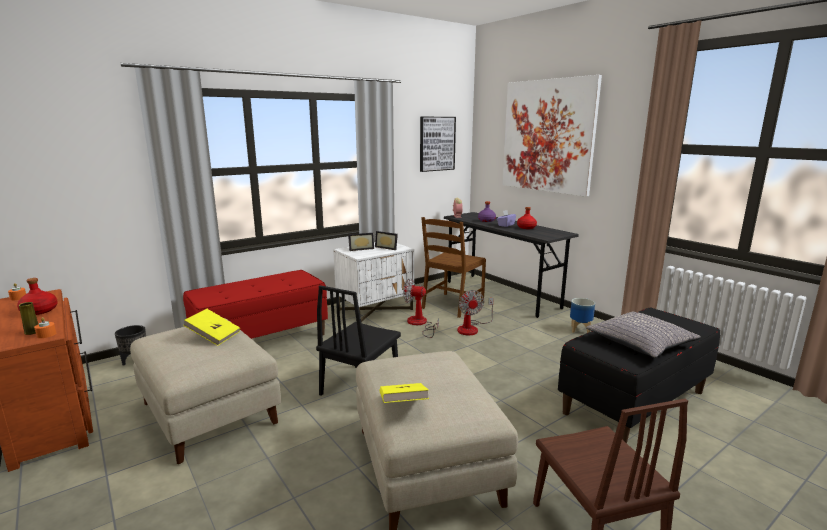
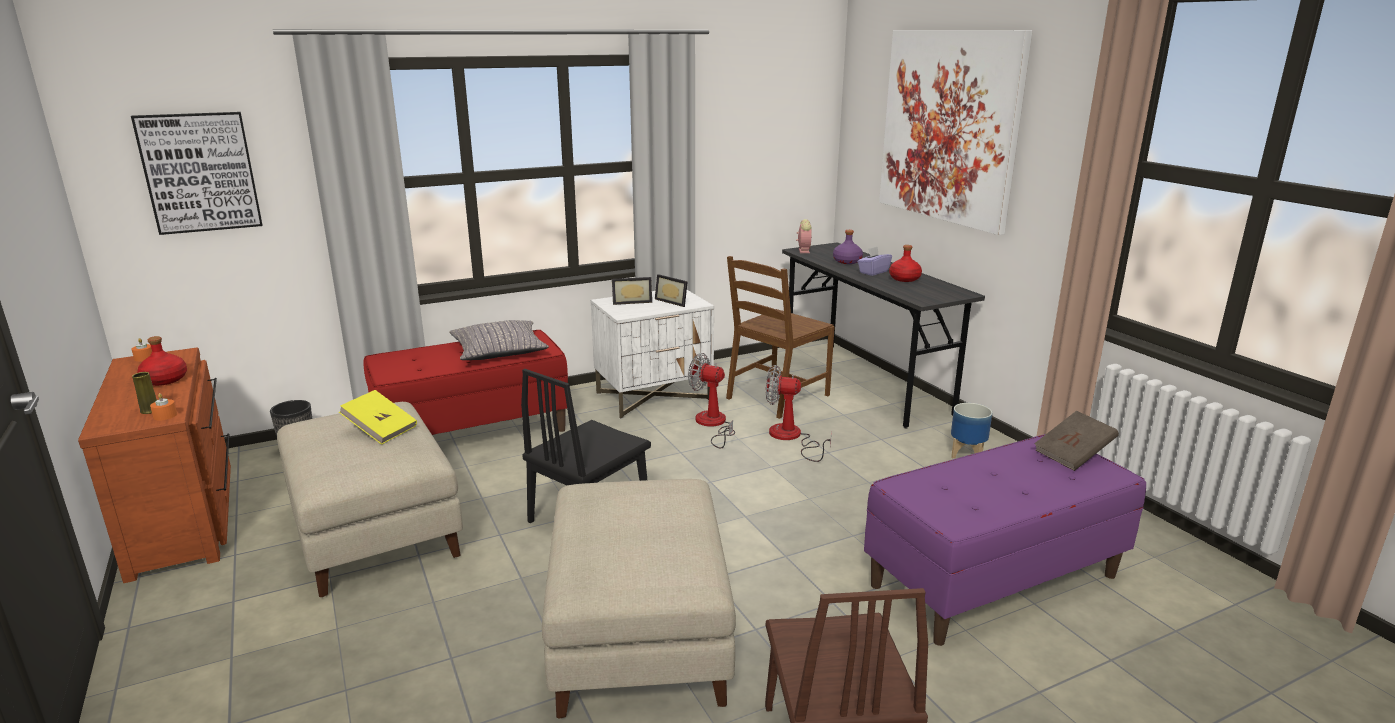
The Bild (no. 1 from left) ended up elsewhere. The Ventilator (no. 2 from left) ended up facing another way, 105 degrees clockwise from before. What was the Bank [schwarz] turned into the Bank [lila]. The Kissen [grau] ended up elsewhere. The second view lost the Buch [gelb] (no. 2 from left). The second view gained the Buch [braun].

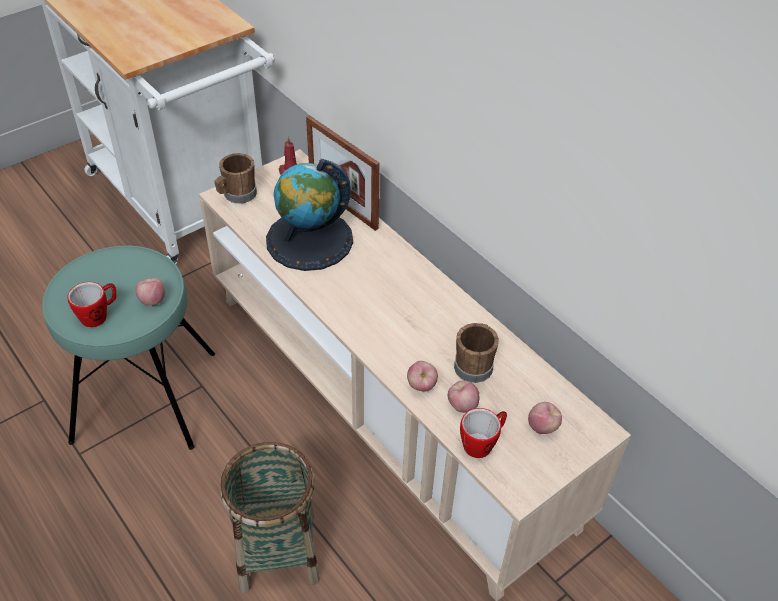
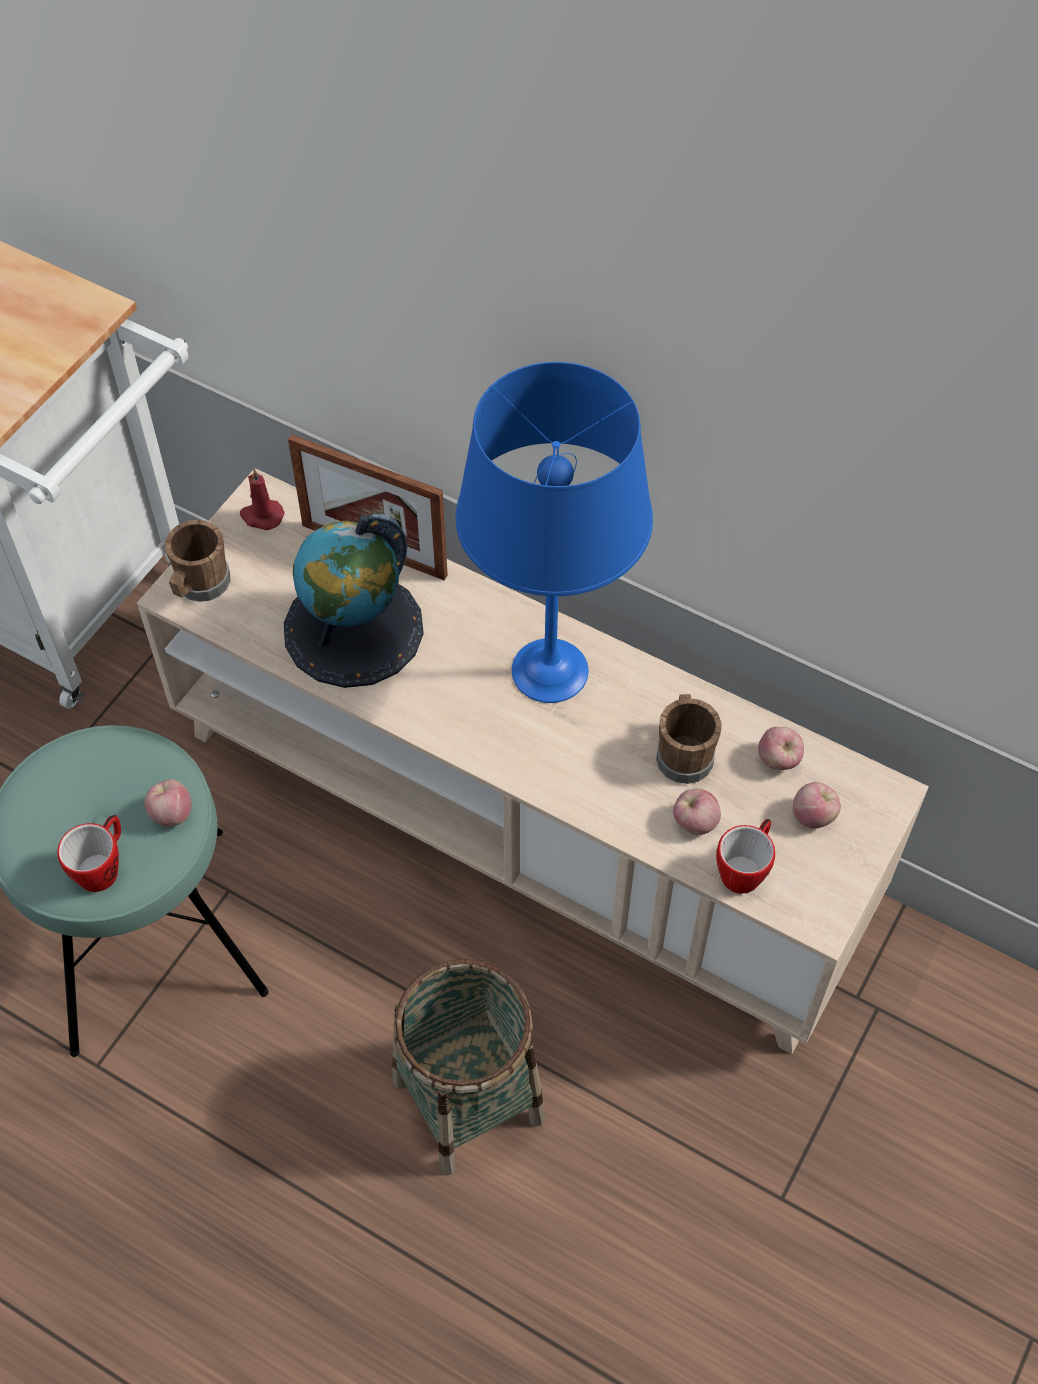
The Apfel (no. 2 from left in the first image) ended up elsewhere. The second view gained the Tischlampe [blau].

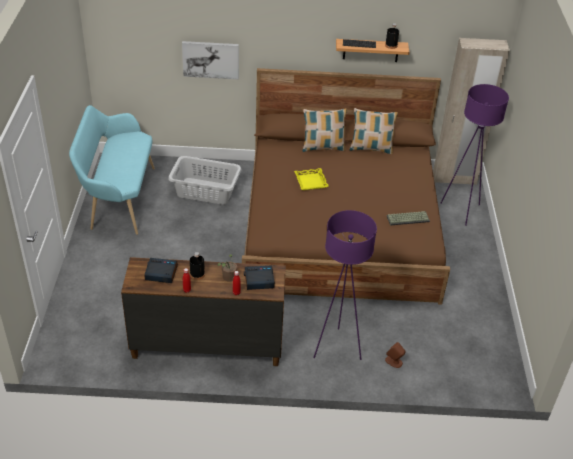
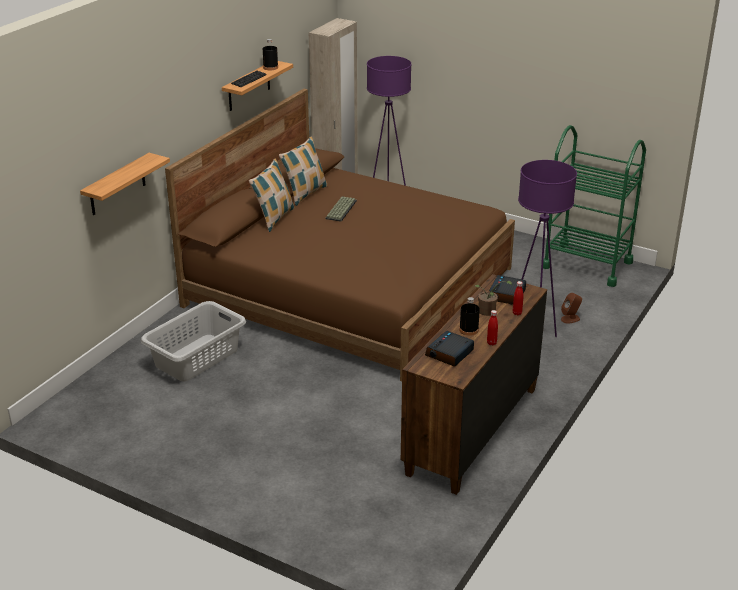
Where the Bild hung, the Wandregal (no. 1 from left) came to hang. The second view lost the Bank [türkis]. The second view lost the Tablett [gelb]. The Tastatur (no. 2 from left) ended up elsewhere. The second view gained the Rollwagen [grün].

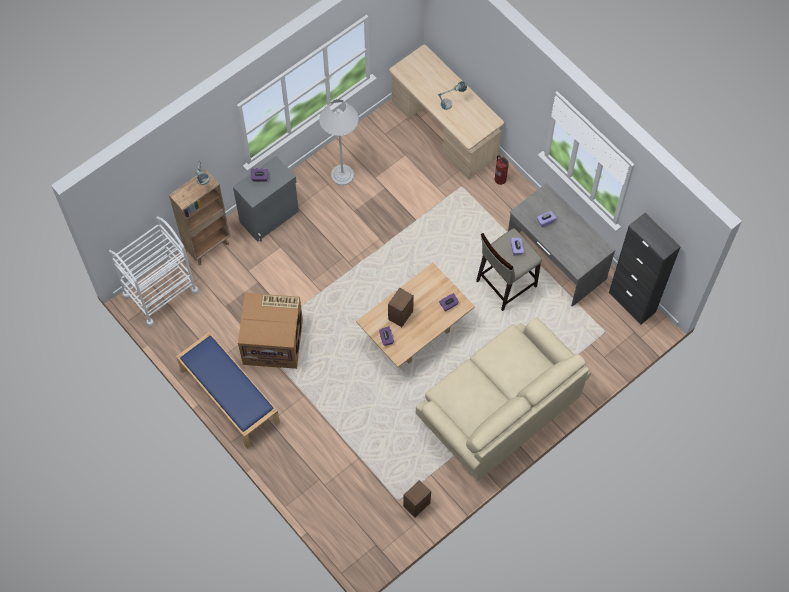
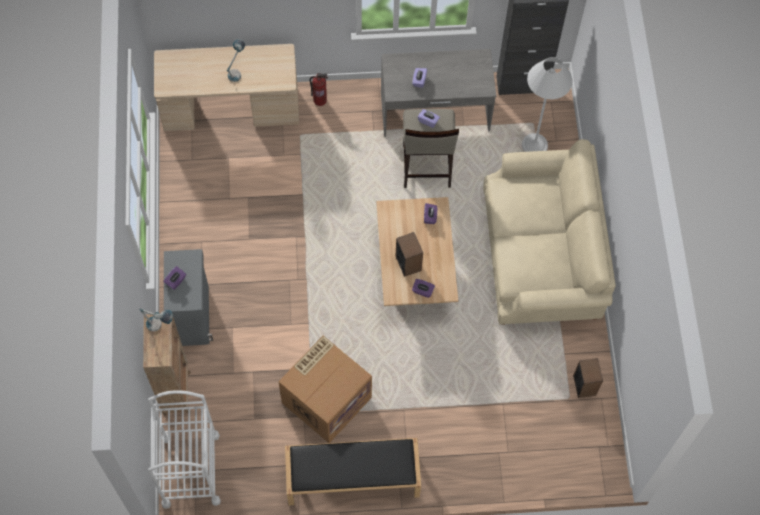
The Stehlampe [weiß] ended up elsewhere. What was the Bank [blau] turned into the Bank [schwarz].

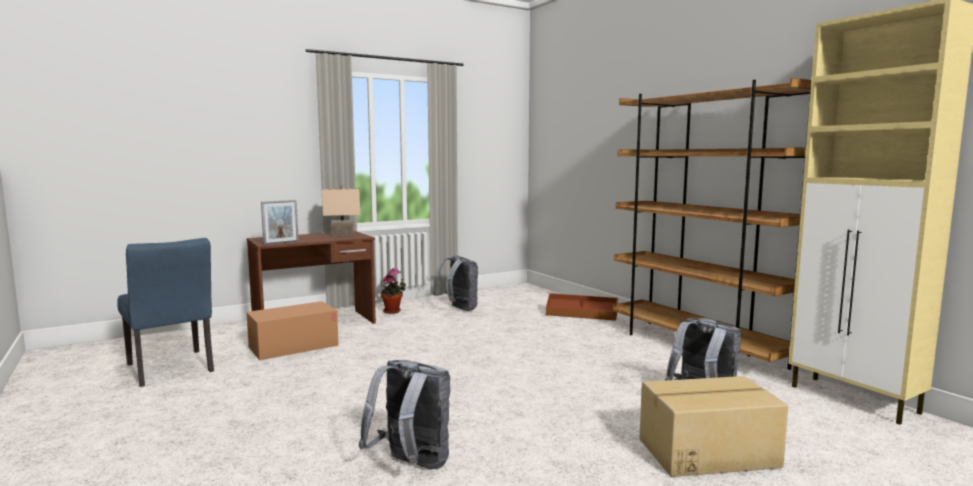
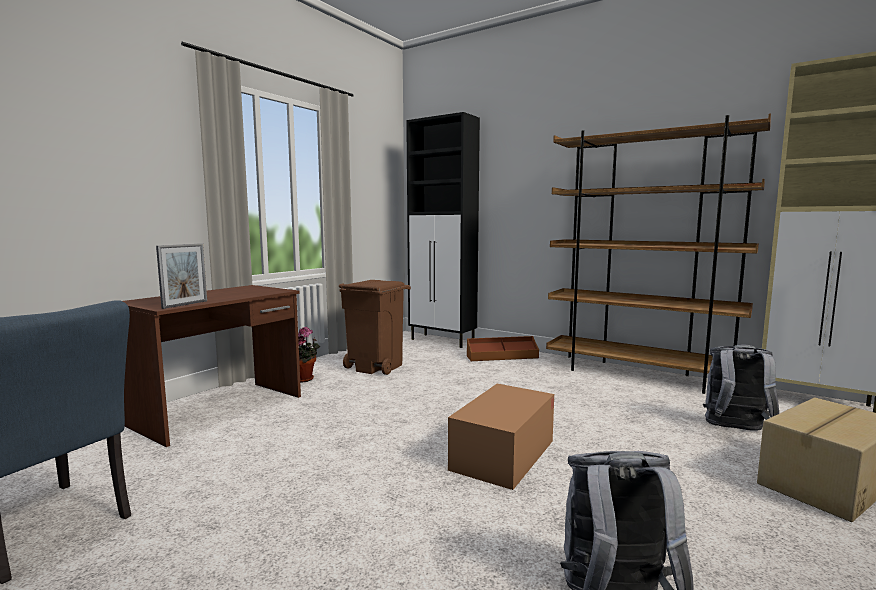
The second view lost the Tischlampe [beige]. Where the Rucksack [grau] (no. 2 from left) stood, the Mülleimer [braun] came to stand. The Karton (no. 1 from left) ended up elsewhere. The second view gained the Schrank [schwarz].

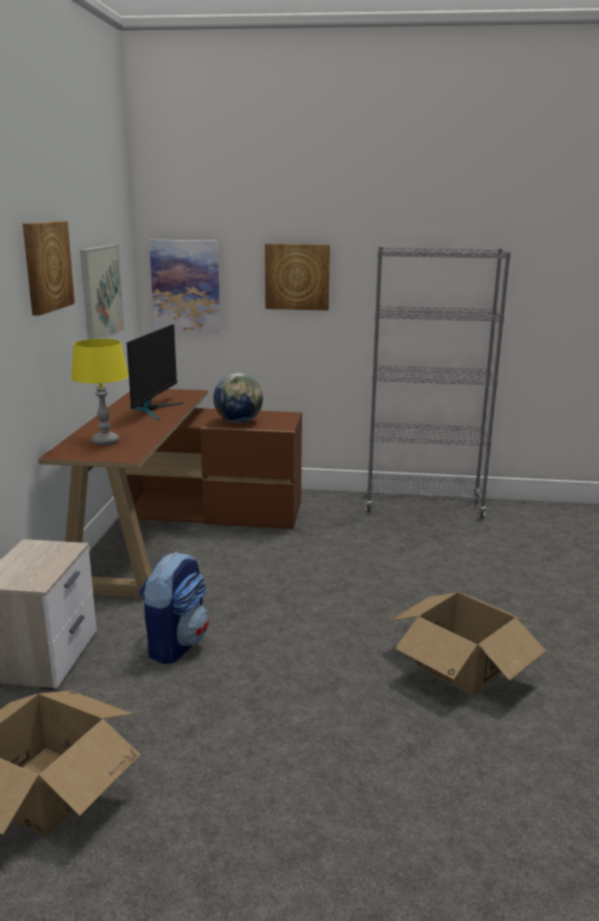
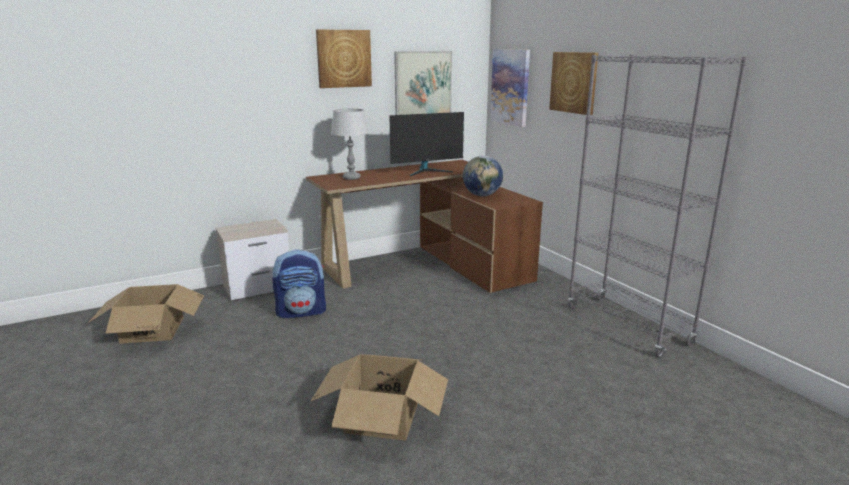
What was the Tischlampe [gelb] turned into the Tischlampe [grau].

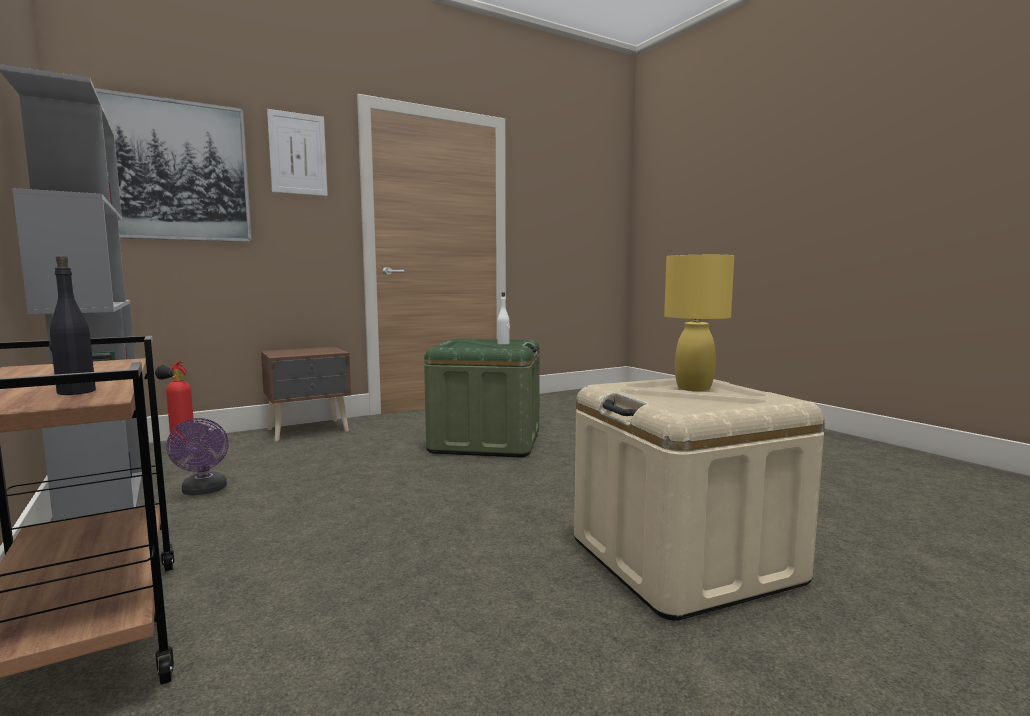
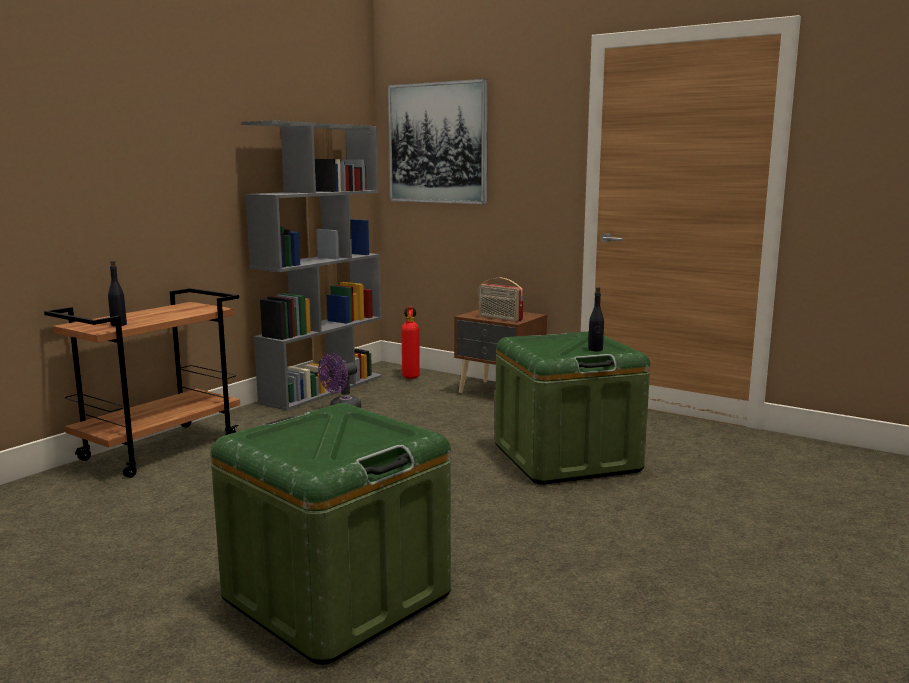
The second view lost the Bild (no. 2 from left). The second view lost the Tischlampe [gelb]. What was the Flasche [weiß] turned into the Flasche [schwarz] (no. 2 from left). What was the Aufbewahrungsbox [beige] turned into the Aufbewahrungsbox [grün] (no. 1 from left). The second view gained the Radio.

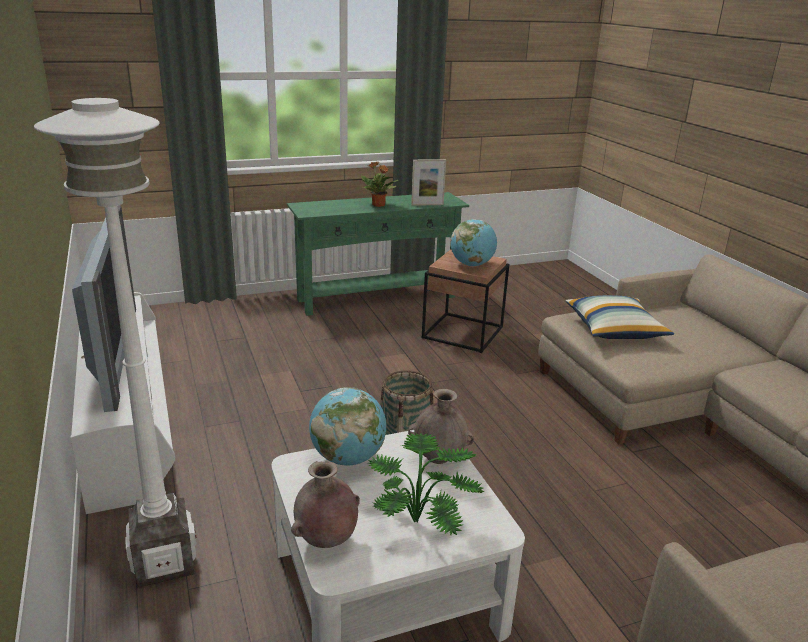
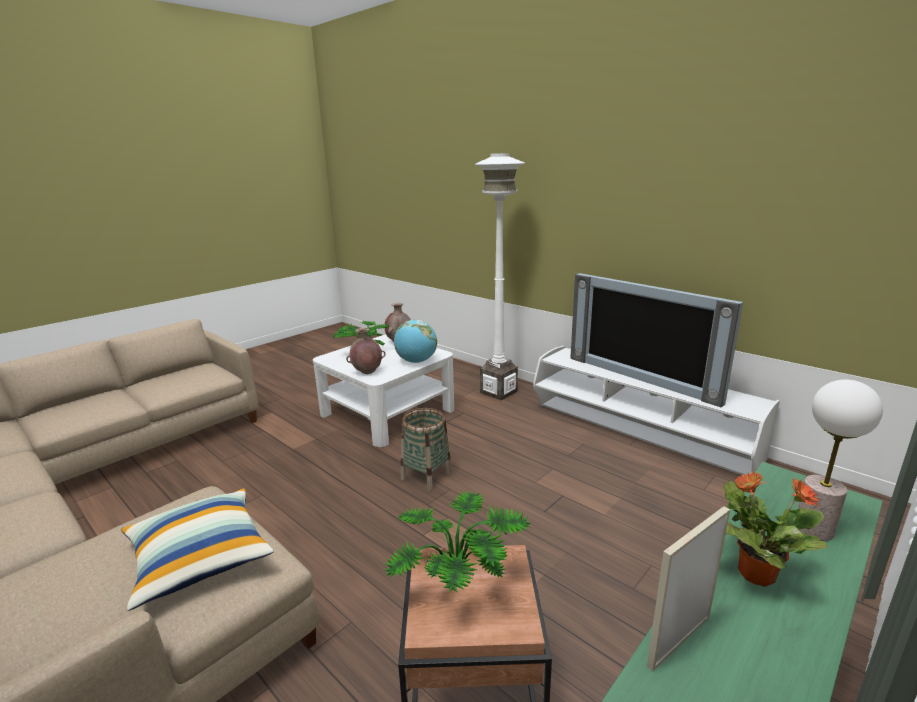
Where the Globus (no. 2 from left) stood, the Topfpflanze (no. 2 from left) came to stand. The second view gained the Tischlampe.

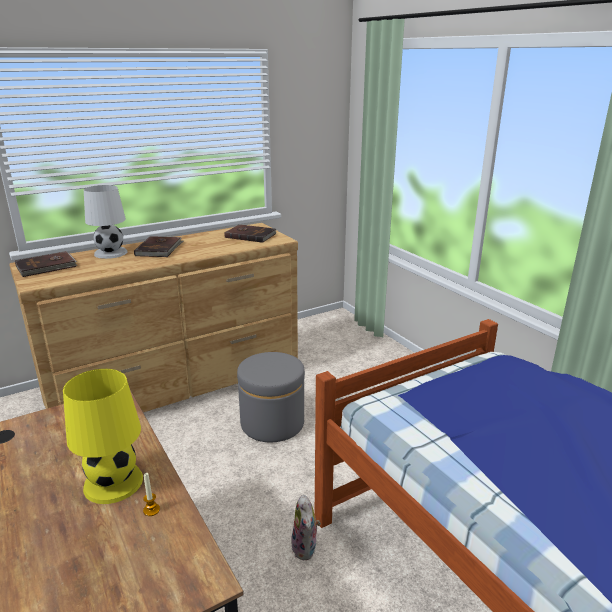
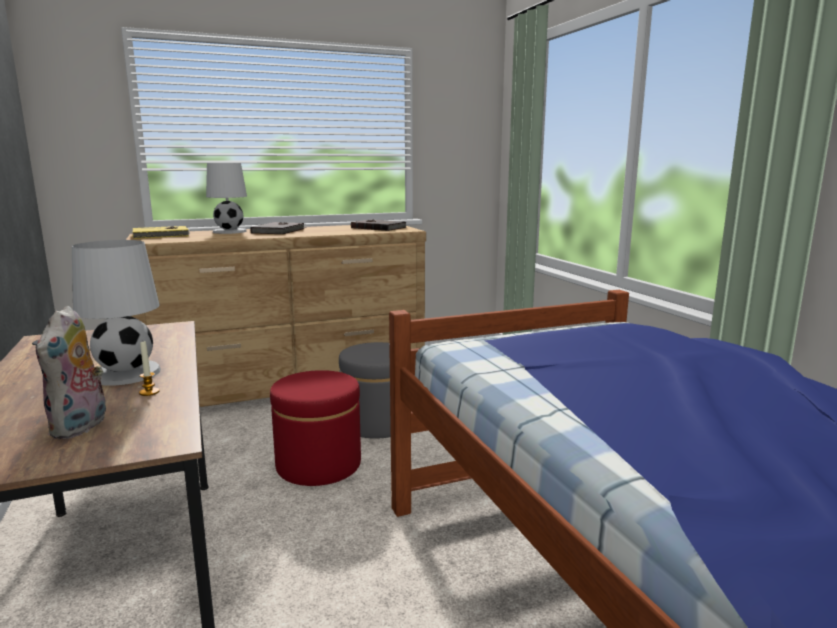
What was the Buch [braun] (no. 1 from left) turned into the Buch [gelb]. What was the Tischlampe [gelb] turned into the Tischlampe [weiß] (no. 1 from left). The Plüschtier ended up elsewhere. The second view gained the Polsterhocker [rot].

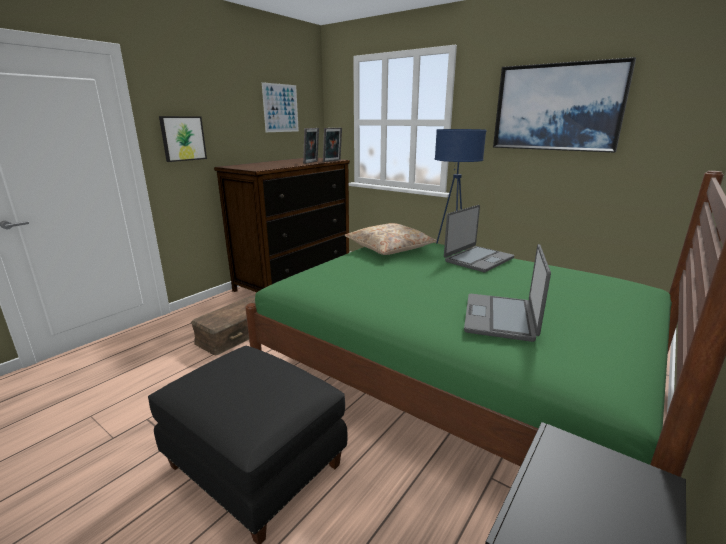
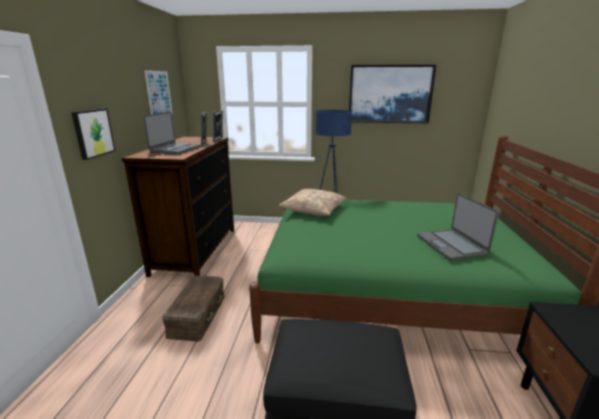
The Laptop (no. 1 from left) ended up elsewhere.

